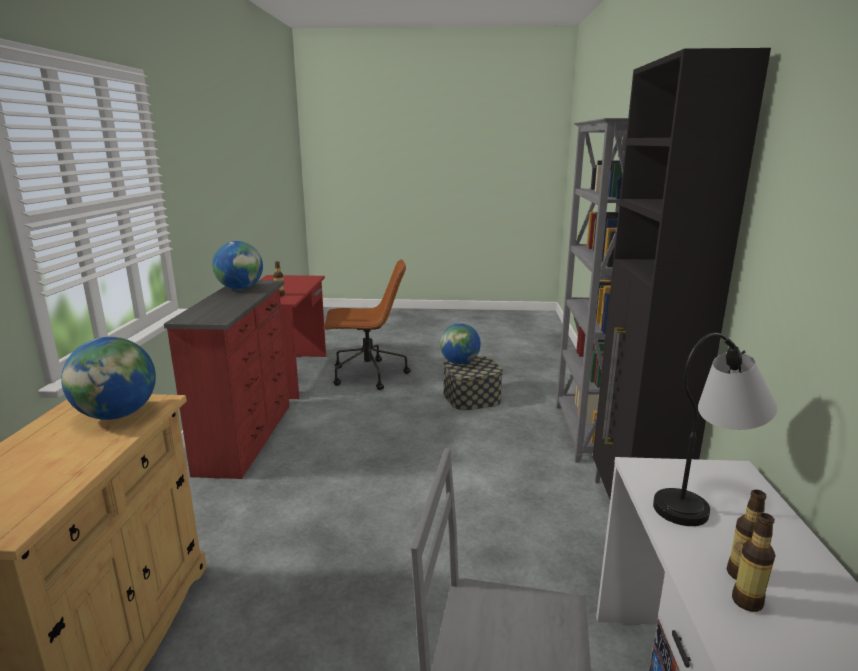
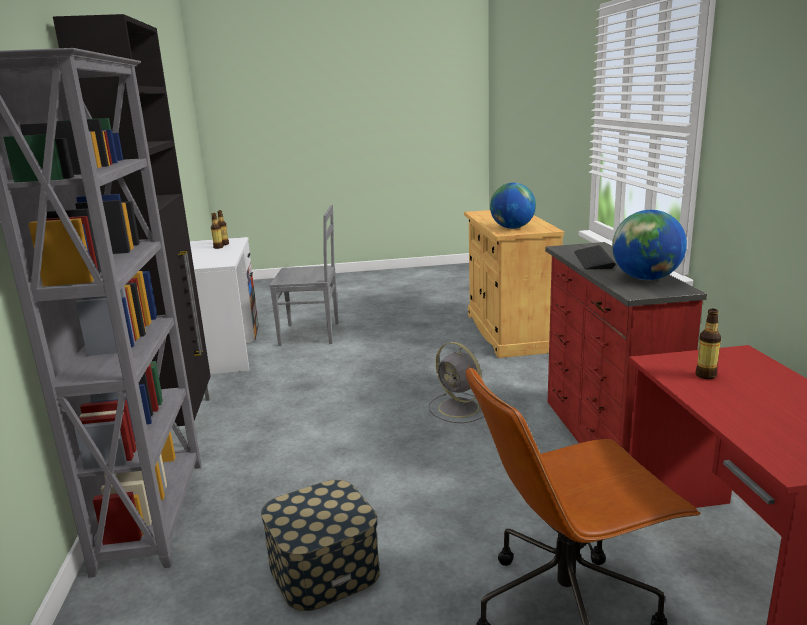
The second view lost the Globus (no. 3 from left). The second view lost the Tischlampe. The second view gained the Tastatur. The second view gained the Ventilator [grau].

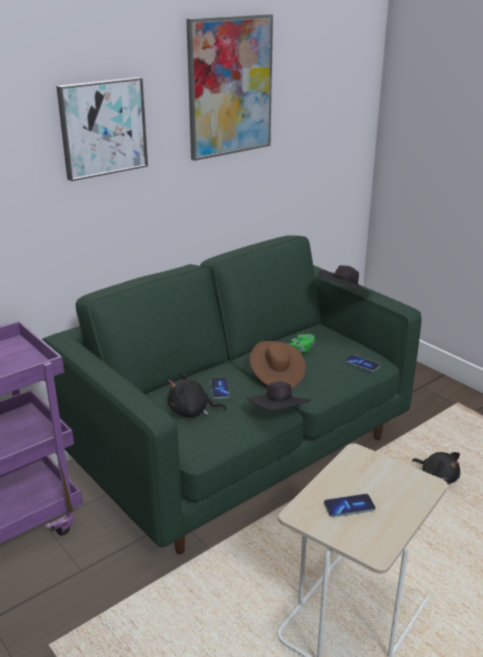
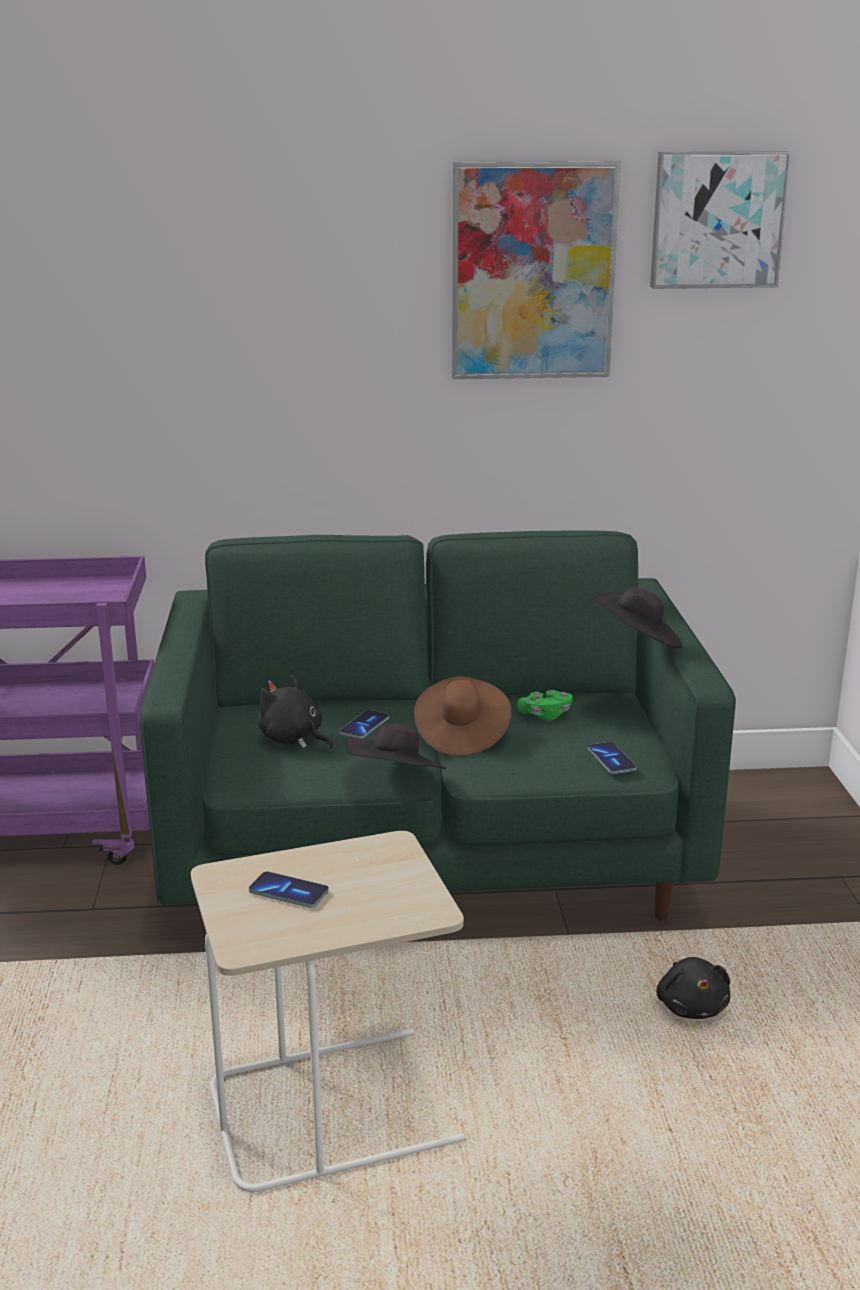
The Bild (no. 1 from left in the first image) ended up elsewhere.

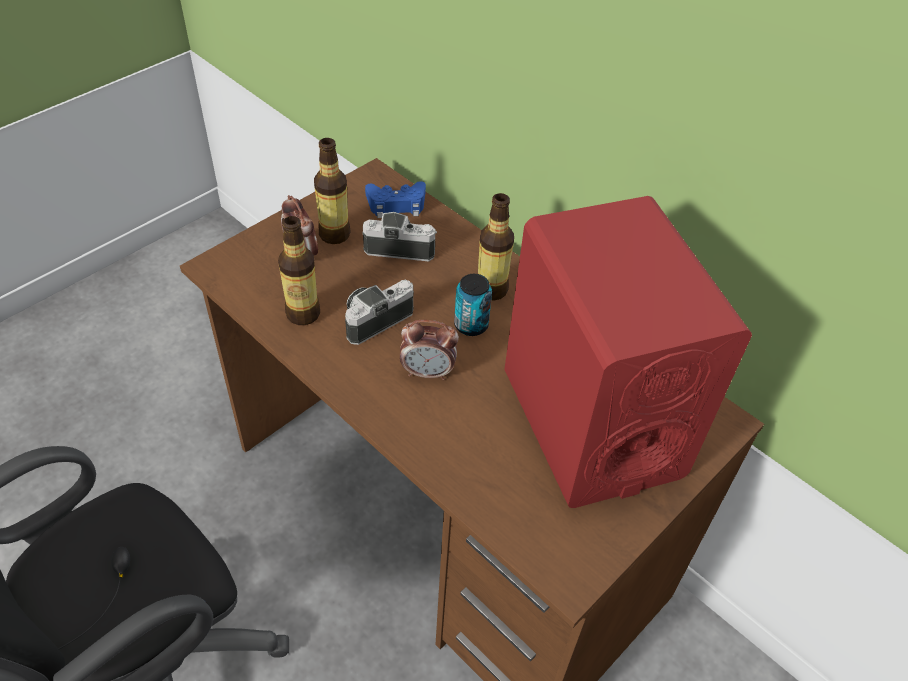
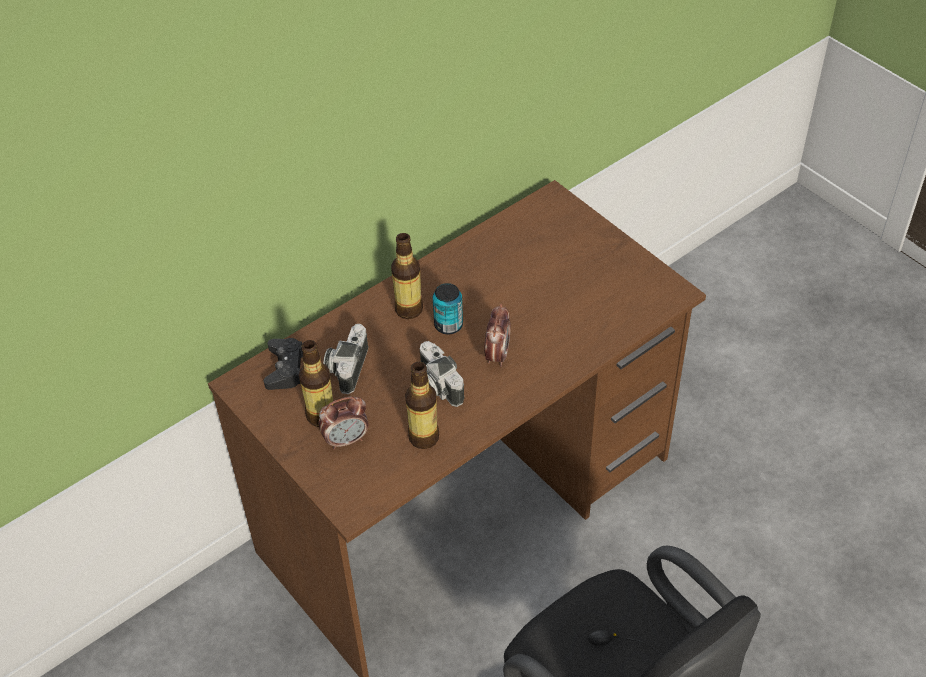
What was the Gamepad [blau] turned into the Gamepad [schwarz]. The second view lost the Lautsprecher [rot].

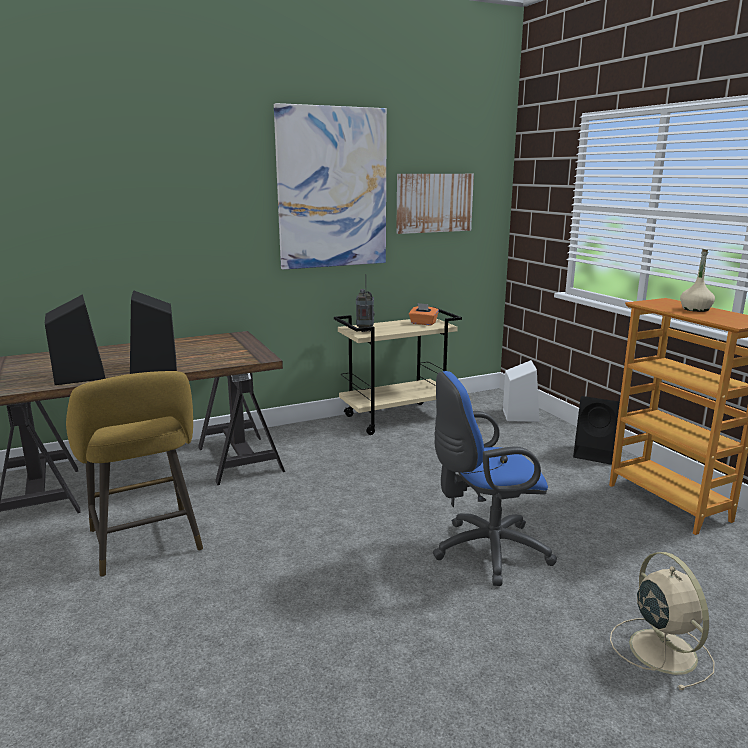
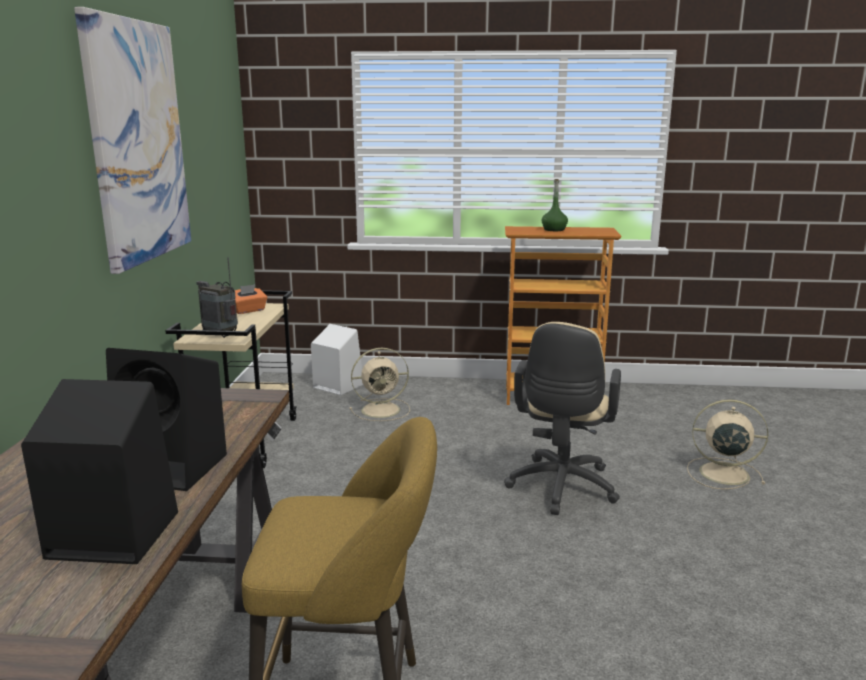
The second view lost the Bild (no. 2 from left). What was the Flasche [beige] turned into the Flasche [grün]. What was the Bürostuhl [blau] turned into the Bürostuhl [beige]. The second view lost the Lautsprecher [schwarz] (no. 3 from left). The second view gained the Ventilator [beige] (no. 1 from left).

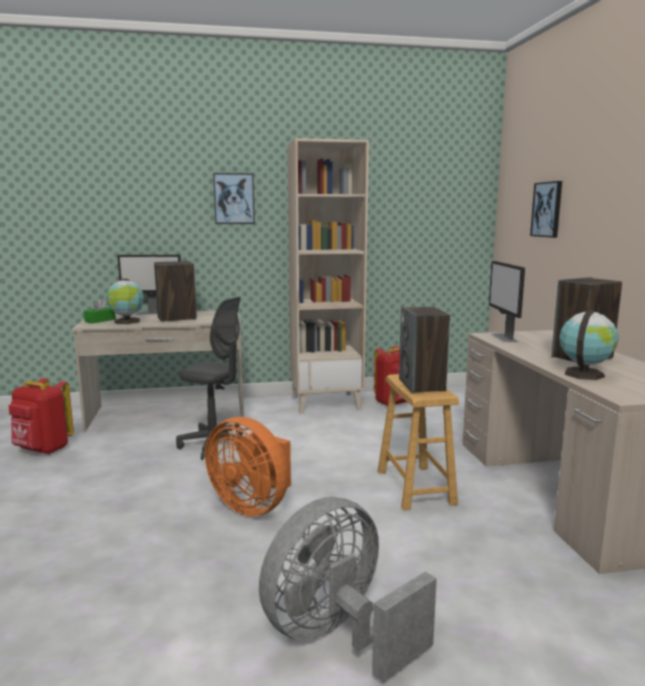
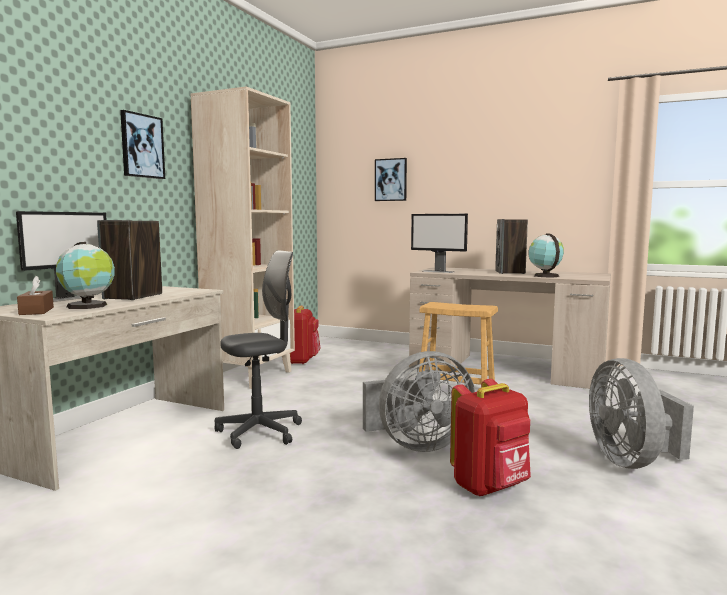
What was the Taschentuchbox [grün] turned into the Taschentuchbox [braun]. The second view lost the Lautsprecher (no. 2 from left). The Rucksack [rot] (no. 1 from left in the first image) ended up elsewhere. What was the Ventilator [orange] turned into the Ventilator [grau] (no. 1 from left).

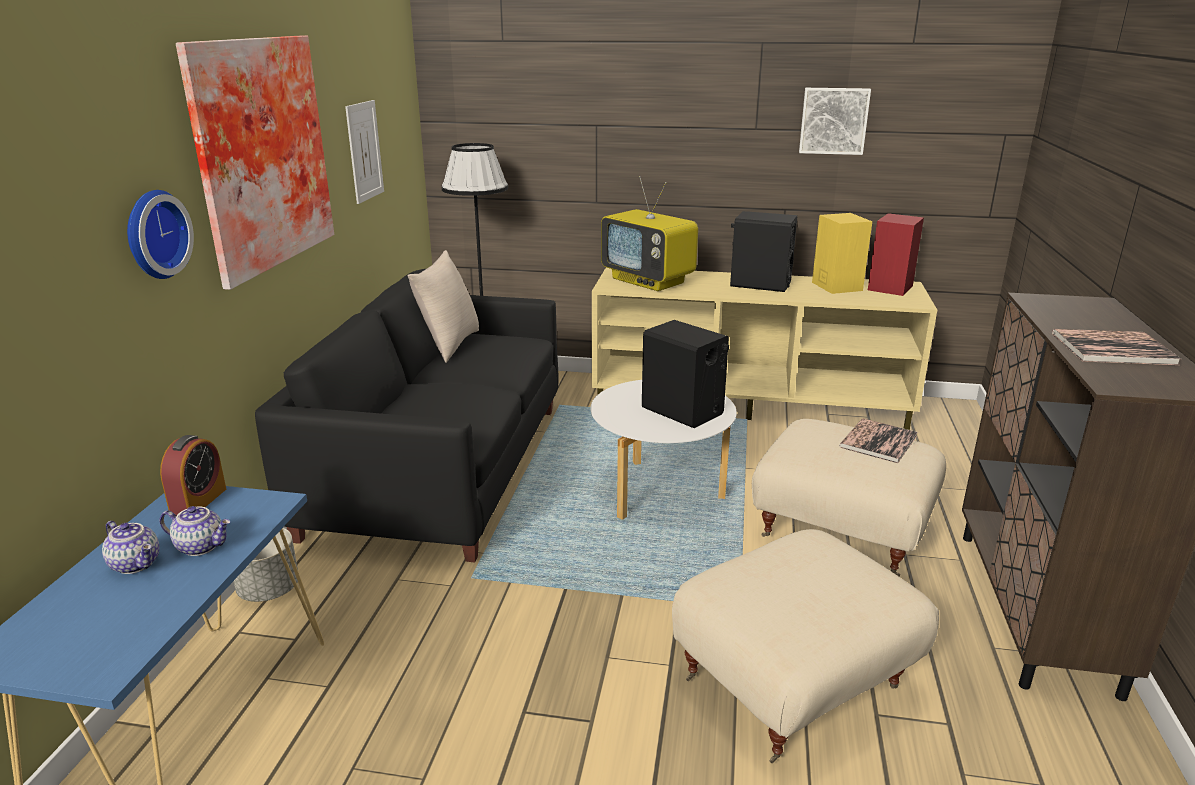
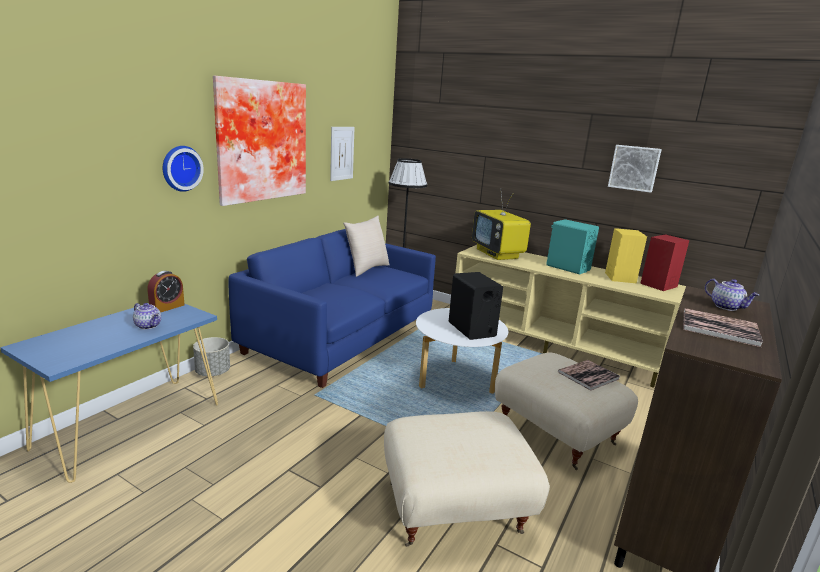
What was the Lautsprecher [schwarz] (no. 2 from left) turned into the Lautsprecher [türkis]. What was the Sofa [schwarz] turned into the Sofa [blau]. The Teekanne (no. 1 from left in the first image) ended up elsewhere.

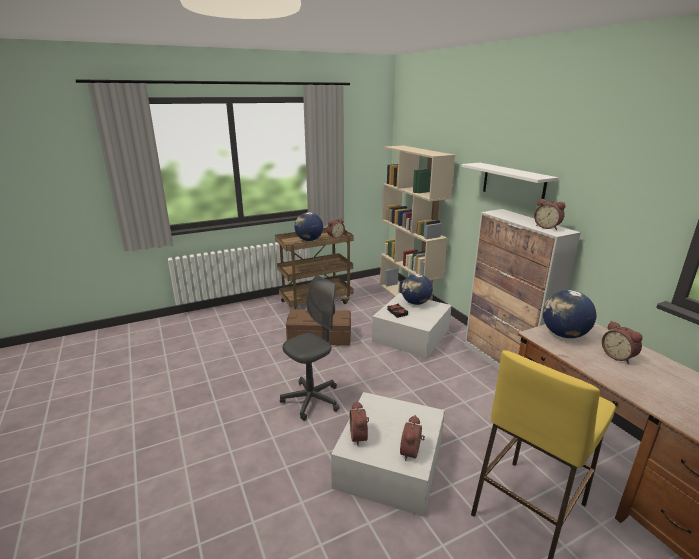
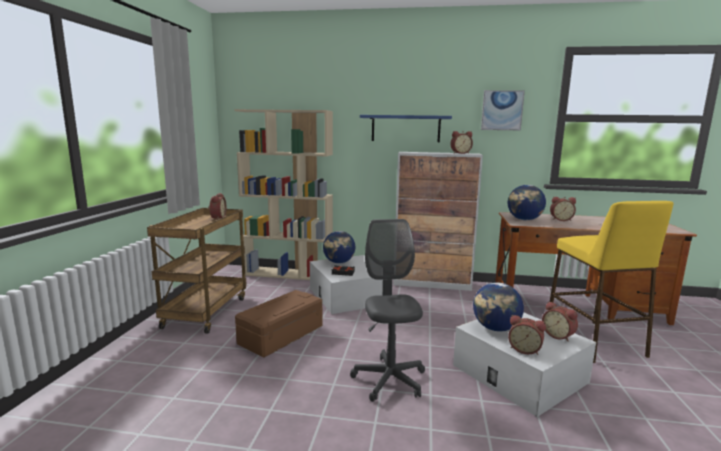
What was the Wandregal [weiß] turned into the Wandregal [blau]. The Globus (no. 1 from left in the first image) ended up elsewhere. The second view gained the Bild.

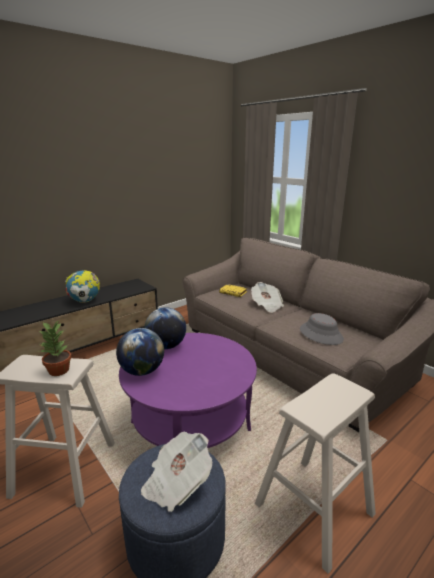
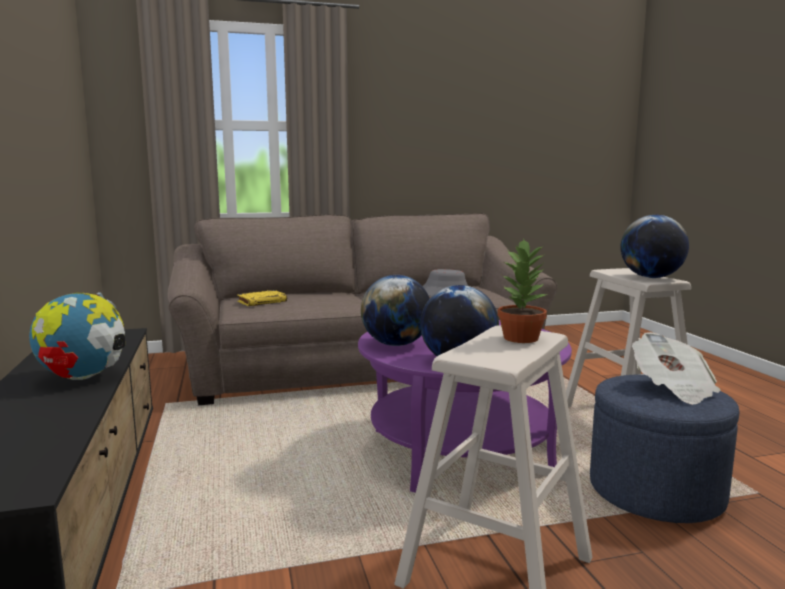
The second view lost the Zeitung (no. 2 from left). The second view gained the Globus (no. 4 from left).

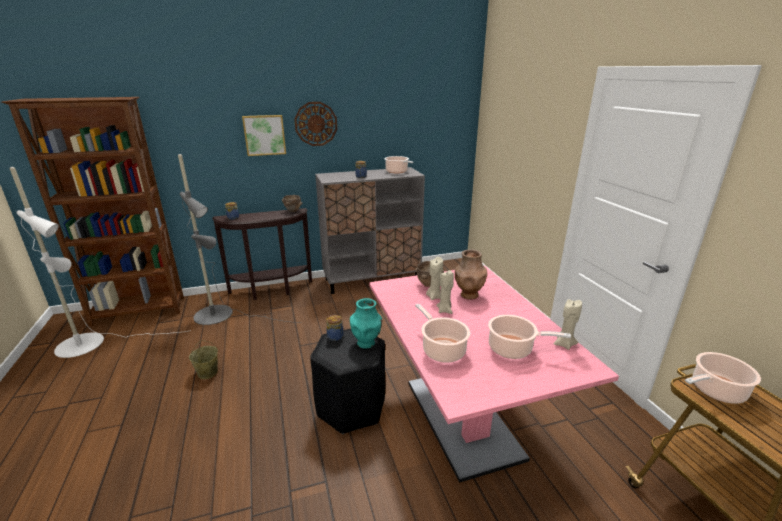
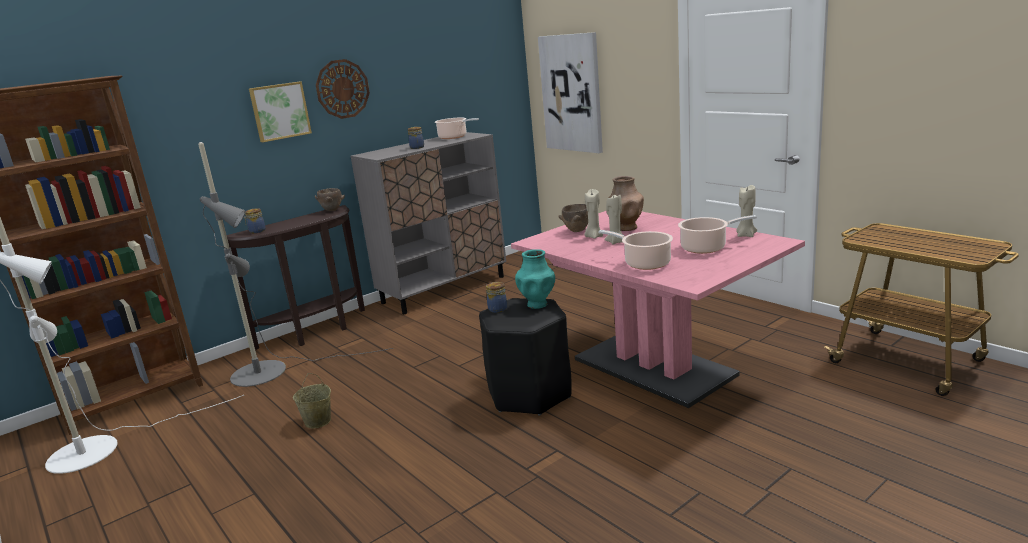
The second view lost the Kochtopf (no. 4 from left). The second view gained the Bild (no. 2 from left).

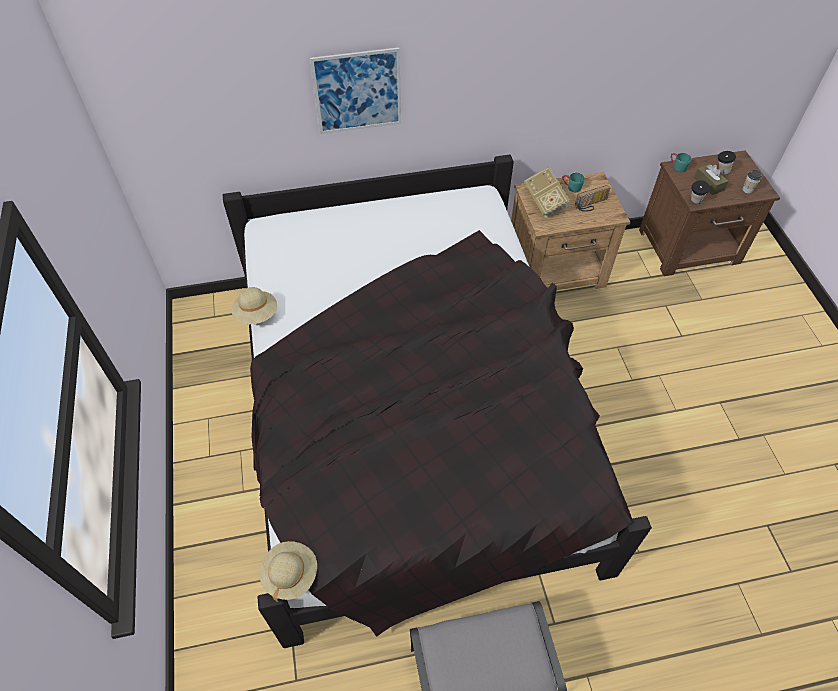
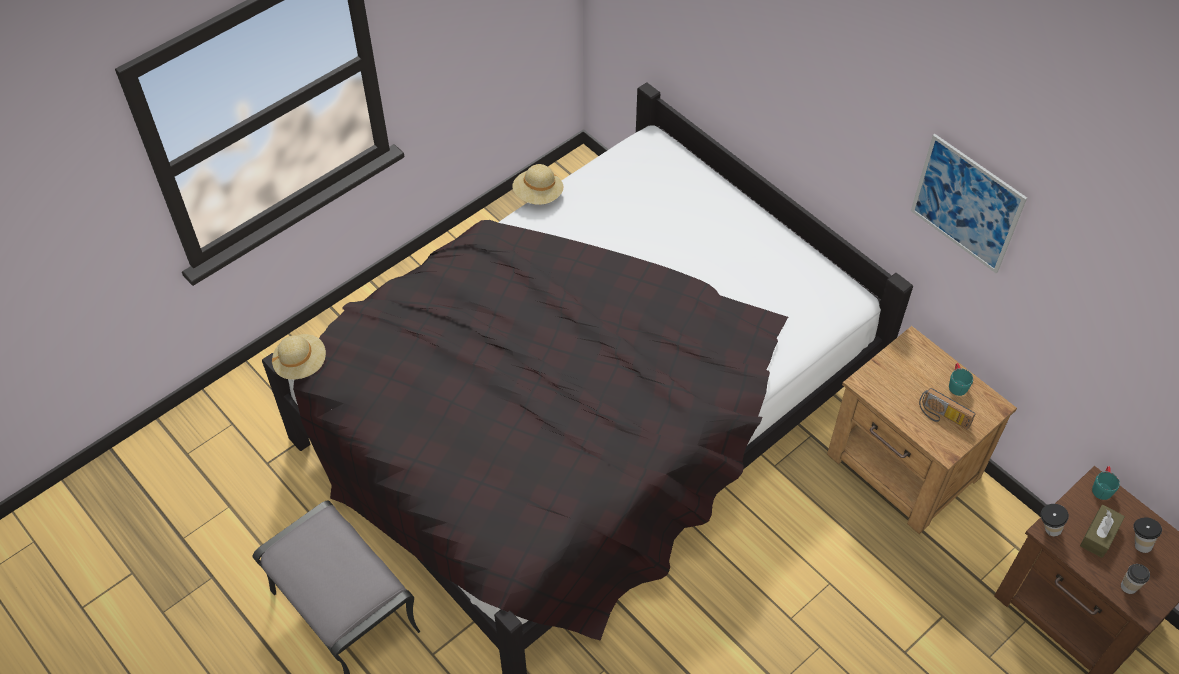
The Bild ended up elsewhere. The second view lost the Buch.

